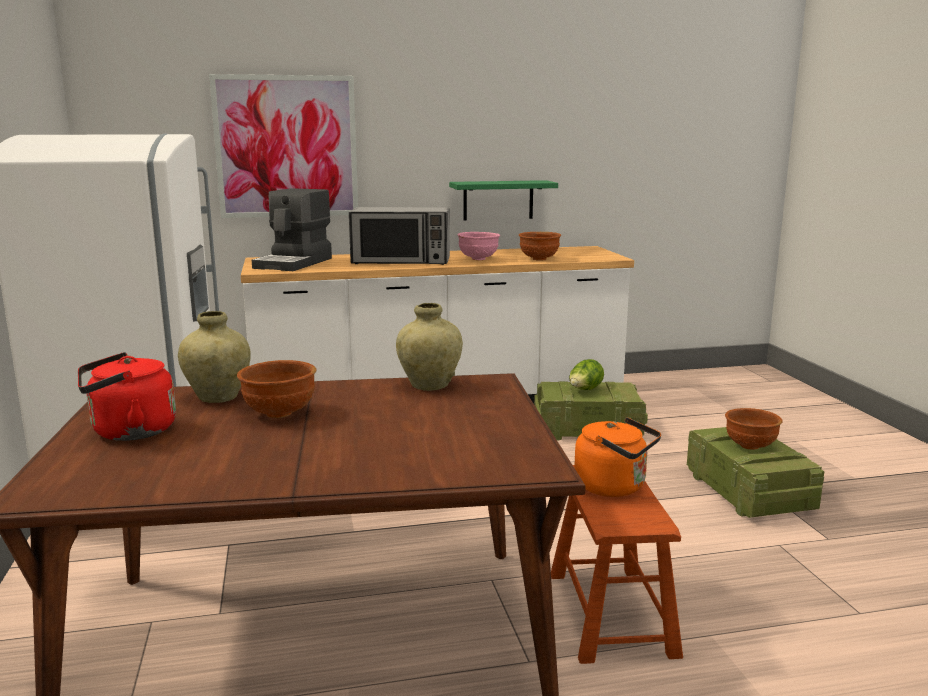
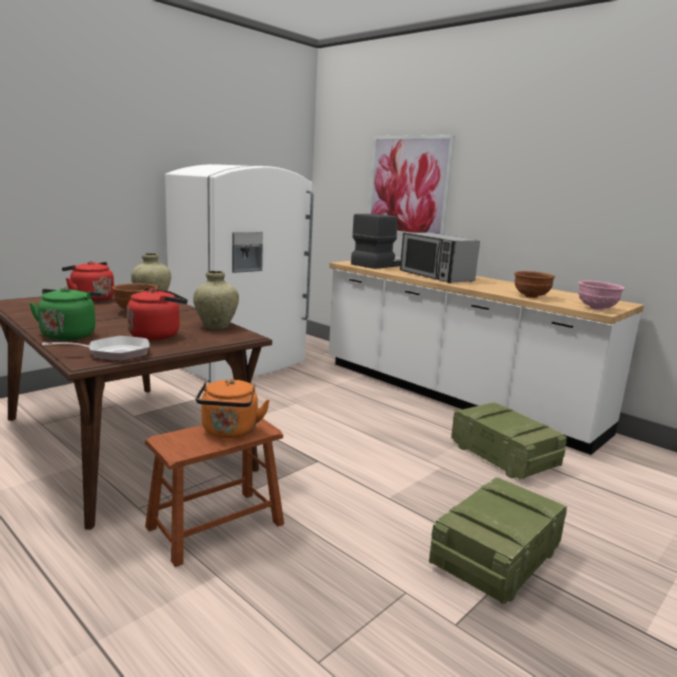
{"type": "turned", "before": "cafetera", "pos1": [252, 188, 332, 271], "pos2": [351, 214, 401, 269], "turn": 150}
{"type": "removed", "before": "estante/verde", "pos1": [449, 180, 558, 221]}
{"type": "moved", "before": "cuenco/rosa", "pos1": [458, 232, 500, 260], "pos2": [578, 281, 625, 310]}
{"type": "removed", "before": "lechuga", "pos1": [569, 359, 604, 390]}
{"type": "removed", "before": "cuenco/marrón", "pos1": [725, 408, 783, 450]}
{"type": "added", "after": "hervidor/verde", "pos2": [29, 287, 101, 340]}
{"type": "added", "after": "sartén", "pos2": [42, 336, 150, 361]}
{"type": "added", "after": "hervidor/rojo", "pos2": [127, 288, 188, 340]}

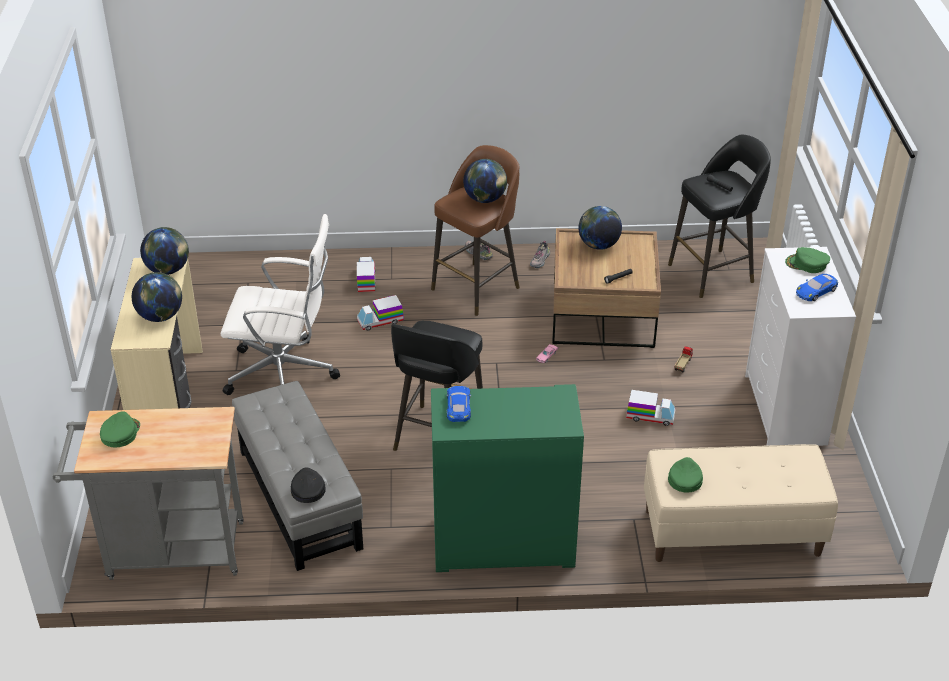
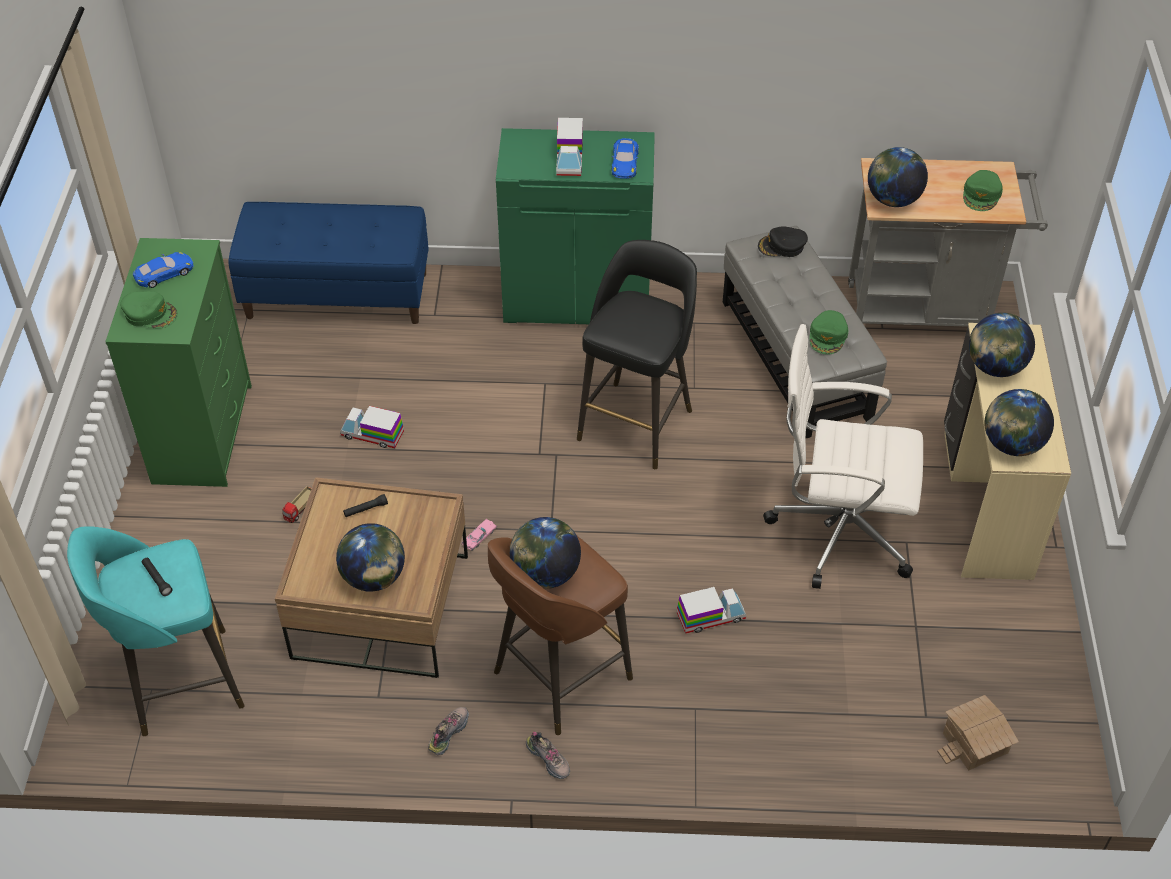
{"type": "turned", "before": "gorra/negro", "pos1": [291, 467, 326, 503], "pos2": [758, 226, 808, 257], "turn": 90}
{"type": "moved", "before": "camión de juguete", "pos1": [357, 257, 376, 292], "pos2": [556, 118, 583, 176]}
{"type": "recoloured", "before": "banco/beis", "after": "banco/azul", "pos1": [644, 444, 838, 562], "pos2": [229, 202, 429, 324]}
{"type": "recoloured", "before": "taburete/negro", "after": "taburete/turquesa", "pos1": [668, 135, 771, 298], "pos2": [67, 527, 244, 736]}
{"type": "moved", "before": "gorra/verde", "pos1": [668, 457, 703, 493], "pos2": [809, 310, 849, 355]}
{"type": "recoloured", "before": "cómoda/blanco", "after": "cómoda/verde", "pos1": [745, 247, 856, 446], "pos2": [105, 238, 252, 487]}
{"type": "added", "after": "globo terráqueo", "pos2": [868, 147, 928, 207]}
{"type": "added", "after": "casita", "pos2": [937, 695, 1019, 770]}

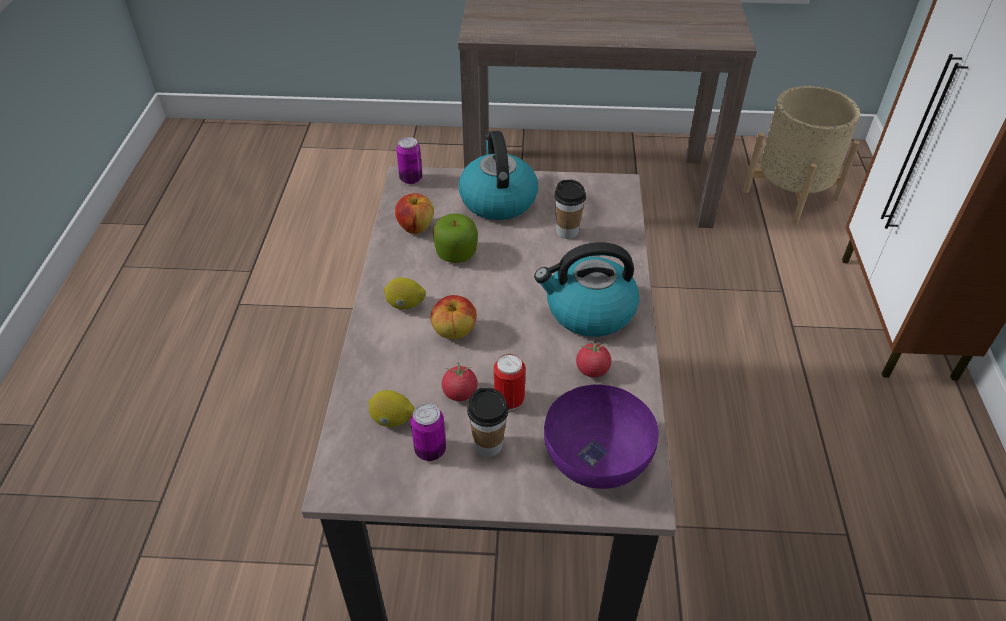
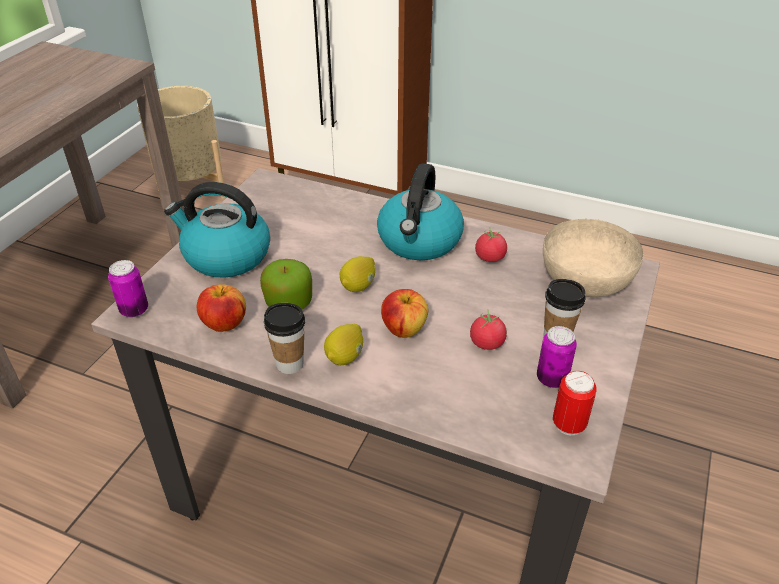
{"type": "moved", "before": "limón", "pos1": [369, 390, 415, 427], "pos2": [339, 256, 375, 292]}
{"type": "moved", "before": "lata", "pos1": [494, 354, 525, 410], "pos2": [553, 371, 597, 436]}
{"type": "recoloured", "before": "cuenco/morado", "after": "cuenco/beis", "pos1": [544, 384, 659, 489], "pos2": [543, 219, 643, 297]}
{"type": "moved", "before": "taza", "pos1": [554, 179, 586, 239], "pos2": [264, 303, 305, 374]}

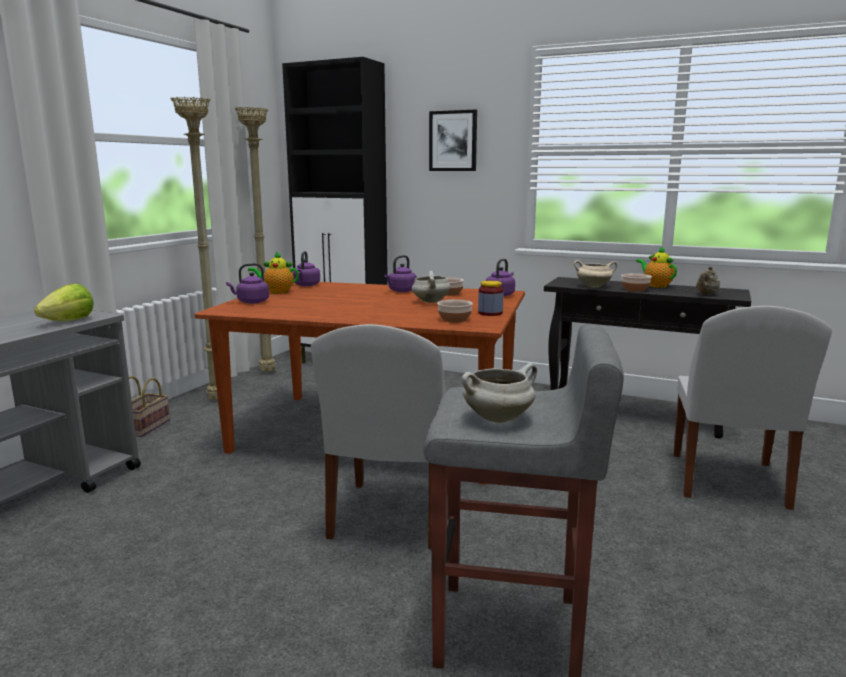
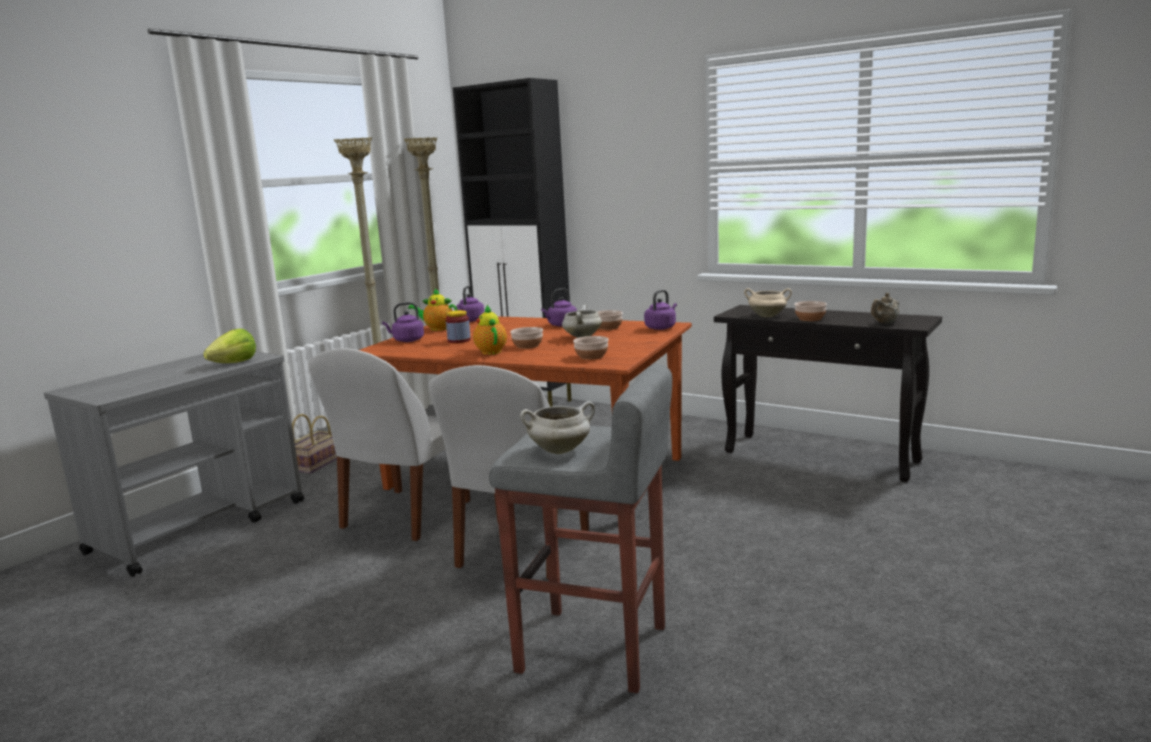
{"type": "removed", "before": "cuadro", "pos1": [429, 109, 477, 171]}
{"type": "moved", "before": "tarro", "pos1": [478, 281, 504, 316], "pos2": [446, 310, 471, 343]}
{"type": "moved", "before": "tetera", "pos1": [636, 246, 677, 288], "pos2": [473, 305, 507, 355]}
{"type": "moved", "before": "silla/blanco", "pos1": [673, 306, 832, 510], "pos2": [308, 348, 470, 541]}
{"type": "added", "after": "cuenco", "pos2": [510, 327, 543, 349]}

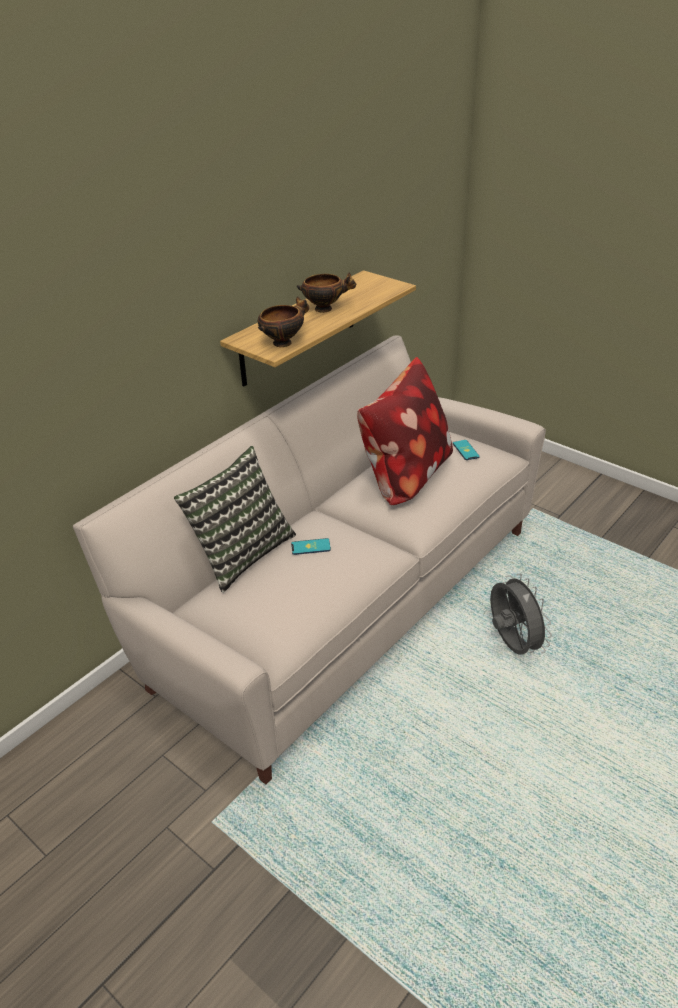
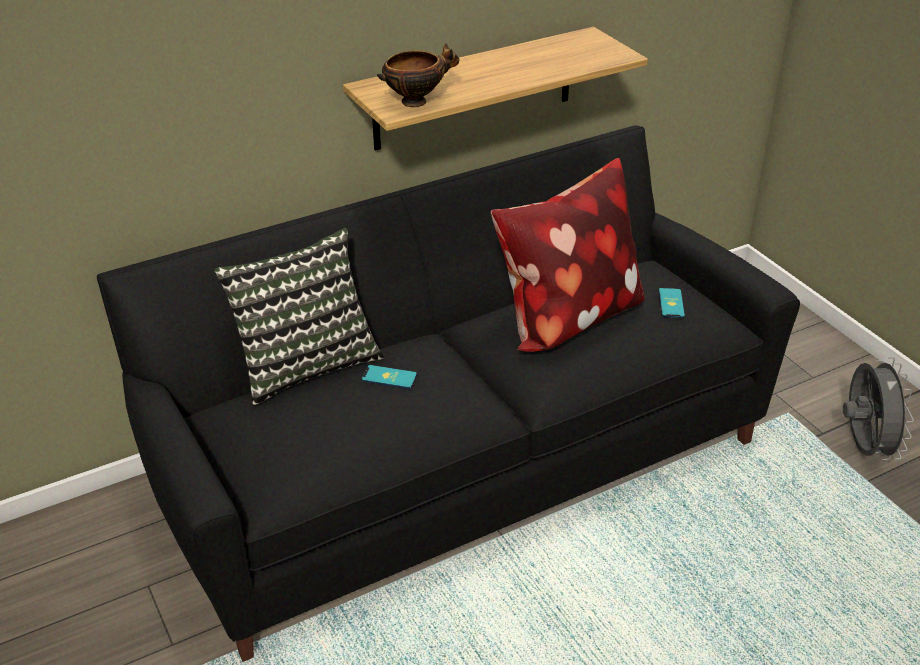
{"type": "recoloured", "before": "sofá/beis", "after": "sofá/negro", "pos1": [73, 336, 546, 784], "pos2": [97, 125, 800, 662]}
{"type": "removed", "before": "cuenco", "pos1": [297, 272, 357, 313]}
{"type": "moved", "before": "ventilador/gris", "pos1": [490, 573, 552, 655], "pos2": [843, 357, 914, 460]}

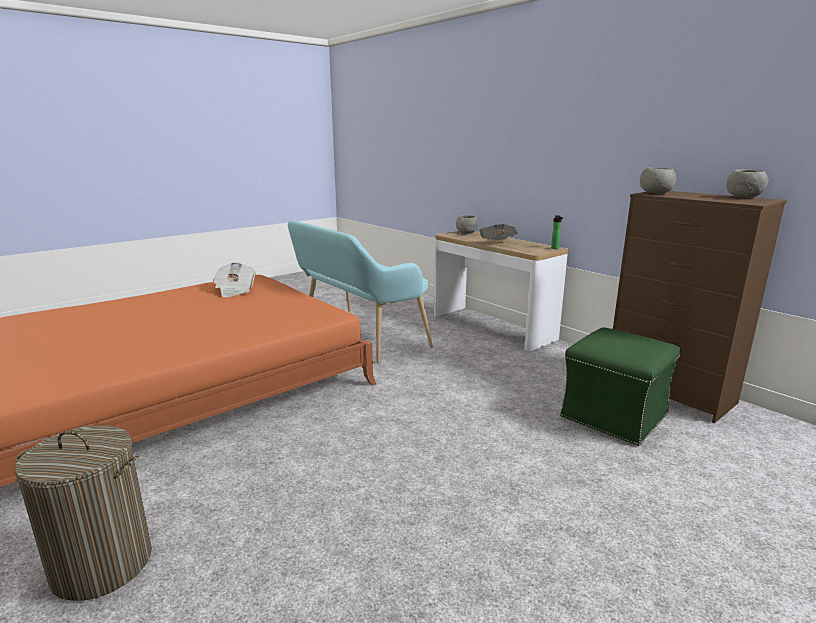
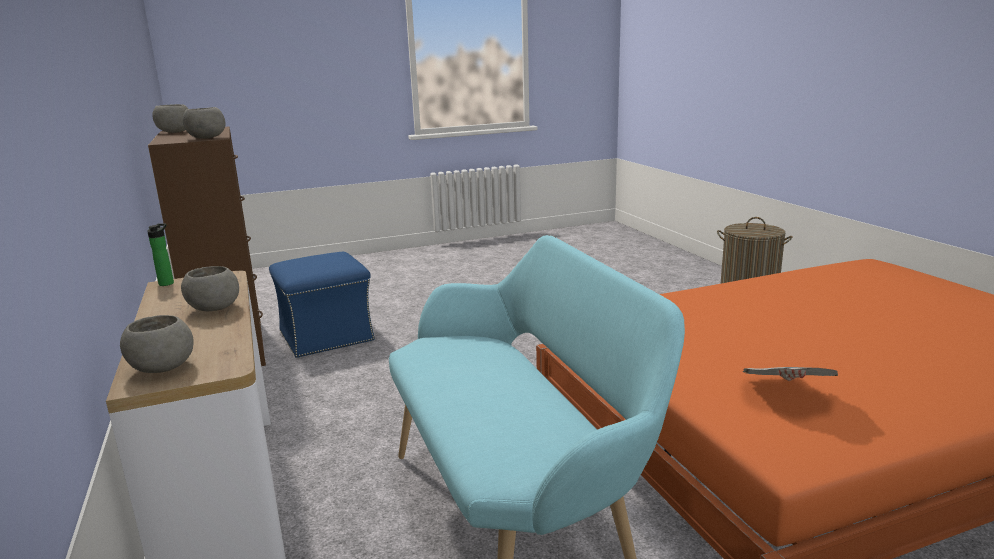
{"type": "replaced", "before": "periódico", "after": "cuenco/gris", "pos1": [479, 224, 518, 240], "pos2": [181, 266, 239, 311]}
{"type": "recoloured", "before": "puf/verde", "after": "puf/azul", "pos1": [560, 327, 681, 446], "pos2": [269, 252, 375, 358]}

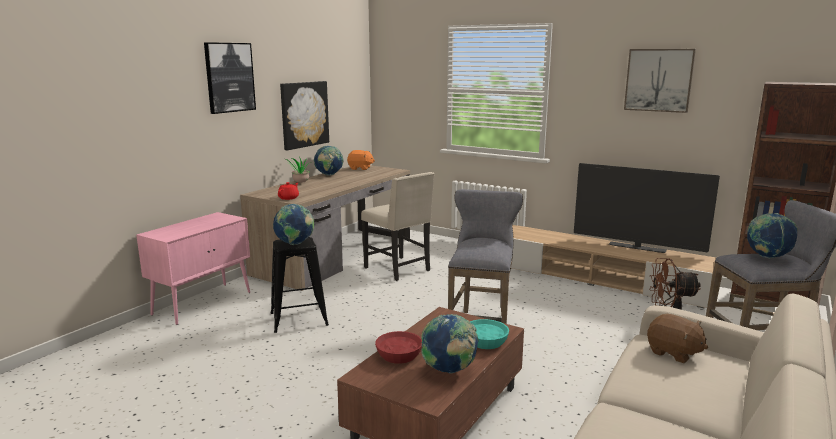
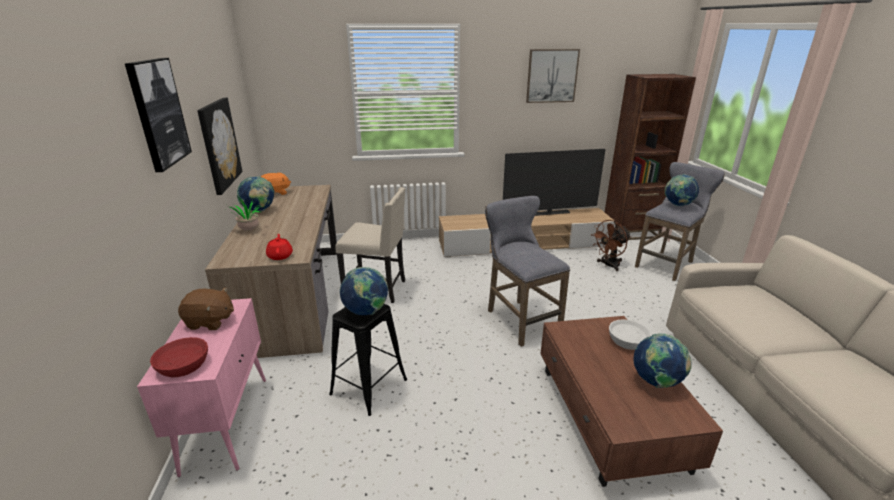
{"type": "moved", "before": "cuenco/rojo", "pos1": [375, 331, 422, 364], "pos2": [150, 337, 208, 377]}
{"type": "recoloured", "before": "cuenco/turquesa", "after": "cuenco/blanco", "pos1": [470, 319, 509, 349], "pos2": [609, 319, 652, 350]}
{"type": "moved", "before": "peluche/marrón", "pos1": [647, 314, 708, 363], "pos2": [178, 287, 234, 330]}

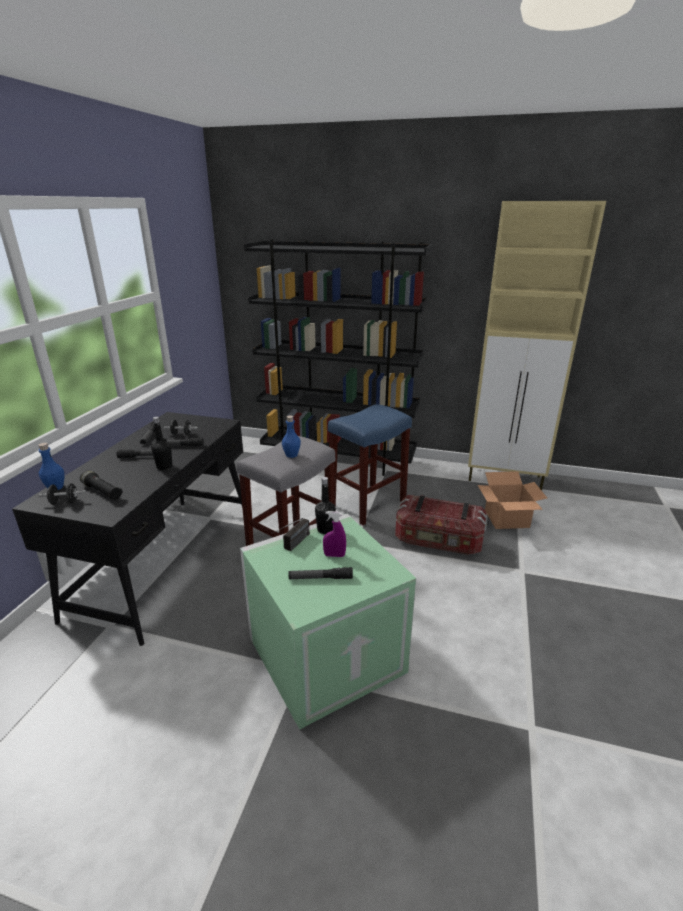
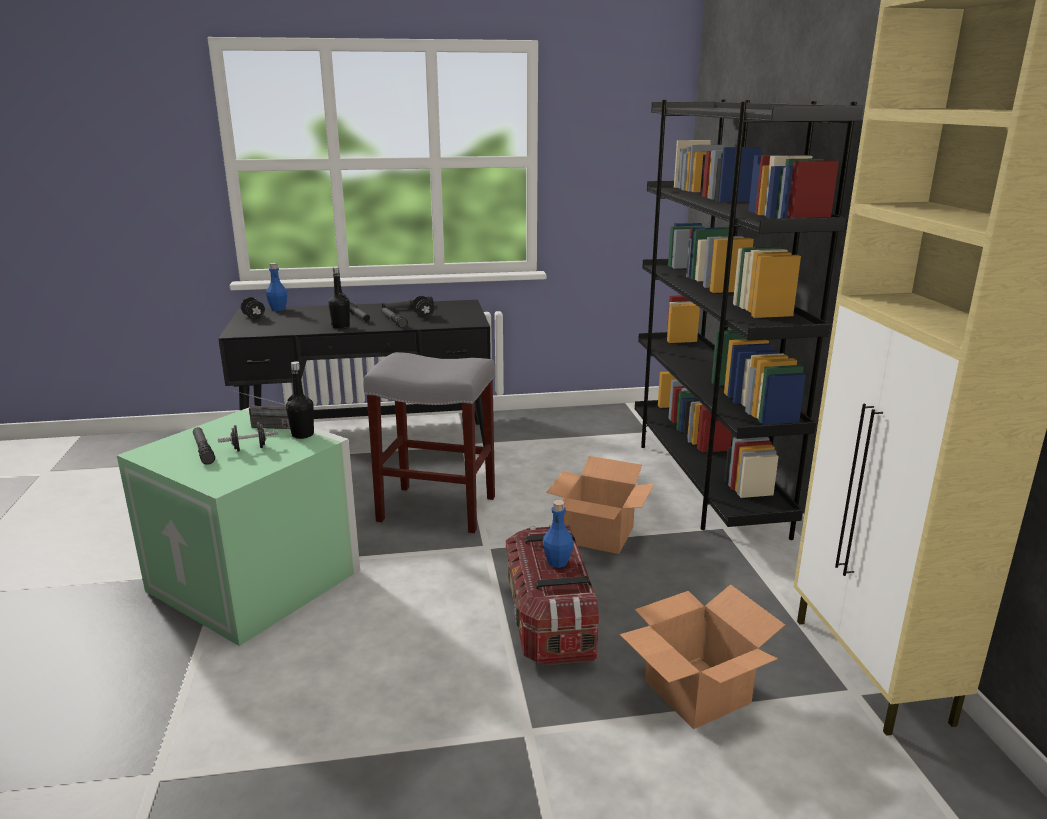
{"type": "removed", "before": "linterna/negro", "pos1": [80, 470, 123, 500]}
{"type": "moved", "before": "botella/azul", "pos1": [282, 415, 301, 458], "pos2": [543, 500, 573, 568]}
{"type": "replaced", "before": "pulverizador/morado", "after": "mancuerna/negro", "pos1": [323, 511, 346, 557], "pos2": [218, 422, 278, 451]}
{"type": "replaced", "before": "taburete/azul", "after": "caja de cartón", "pos1": [328, 404, 412, 525], "pos2": [546, 456, 654, 554]}

